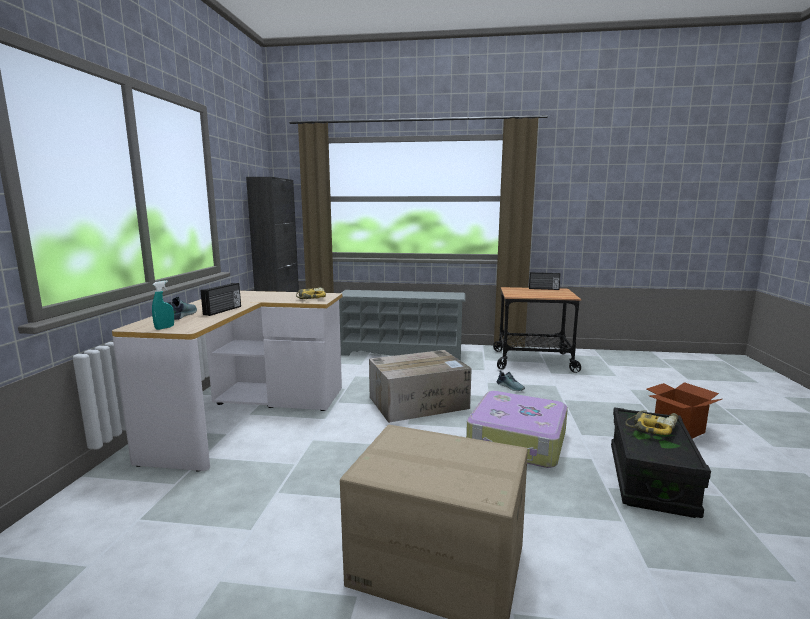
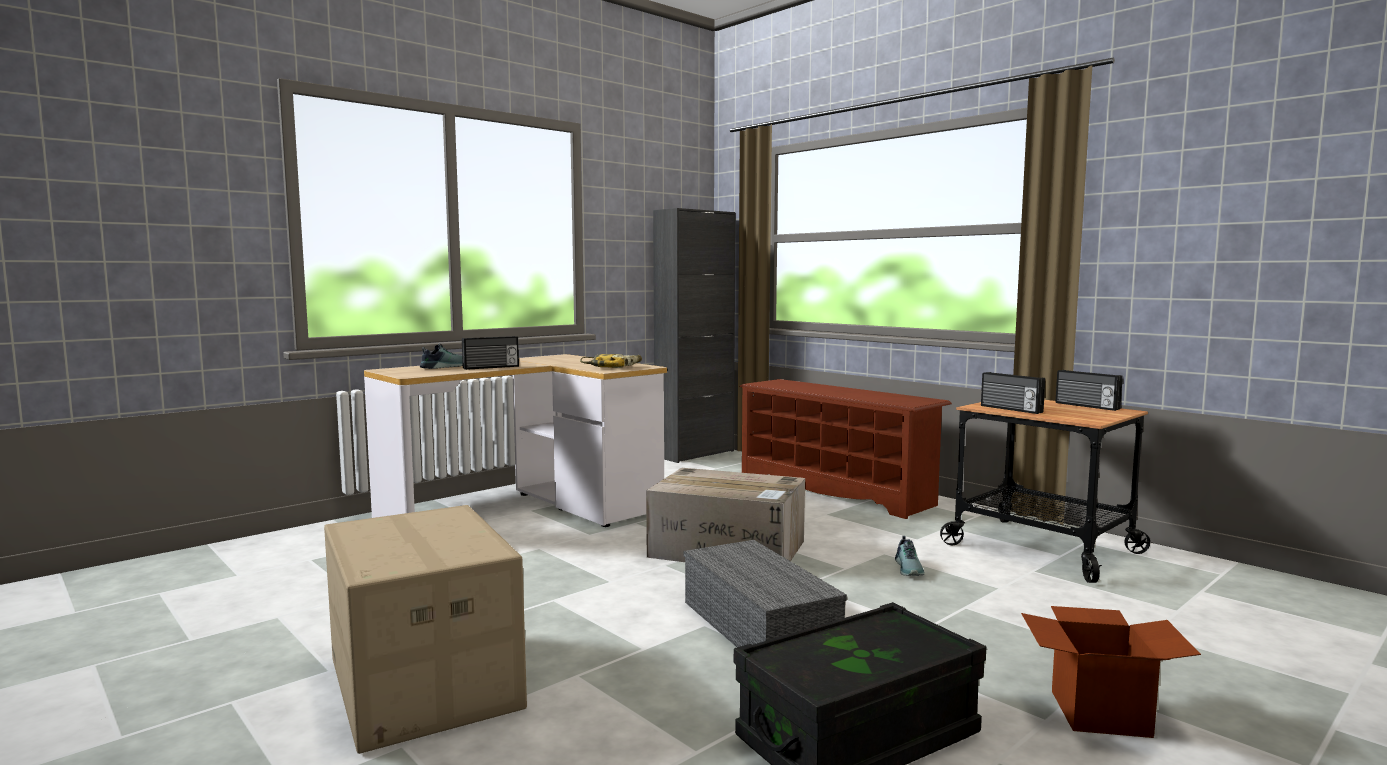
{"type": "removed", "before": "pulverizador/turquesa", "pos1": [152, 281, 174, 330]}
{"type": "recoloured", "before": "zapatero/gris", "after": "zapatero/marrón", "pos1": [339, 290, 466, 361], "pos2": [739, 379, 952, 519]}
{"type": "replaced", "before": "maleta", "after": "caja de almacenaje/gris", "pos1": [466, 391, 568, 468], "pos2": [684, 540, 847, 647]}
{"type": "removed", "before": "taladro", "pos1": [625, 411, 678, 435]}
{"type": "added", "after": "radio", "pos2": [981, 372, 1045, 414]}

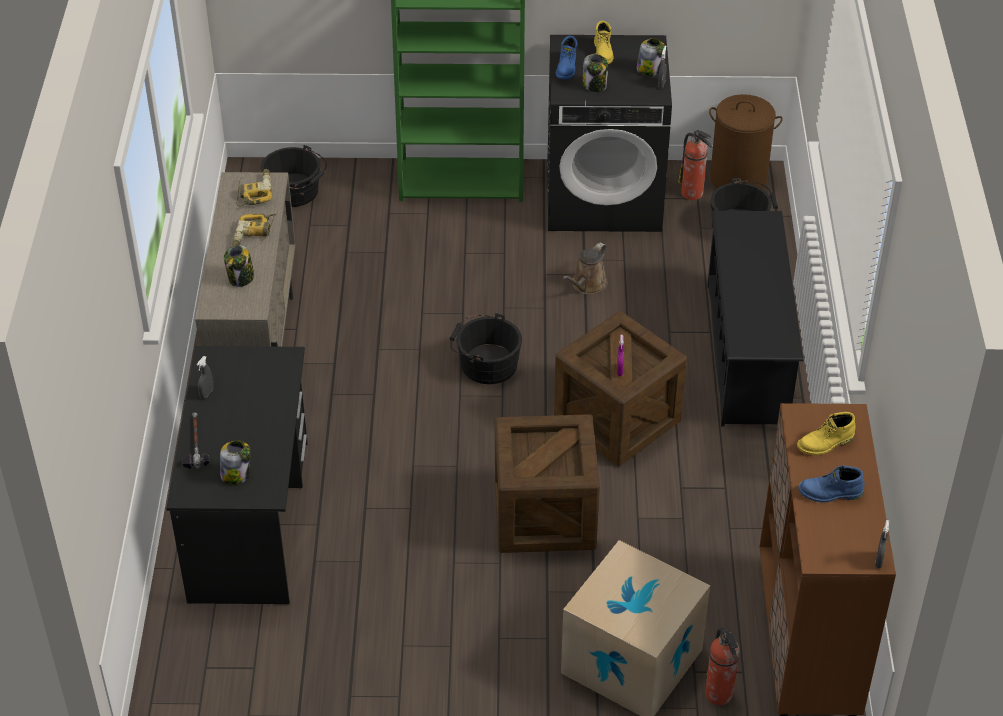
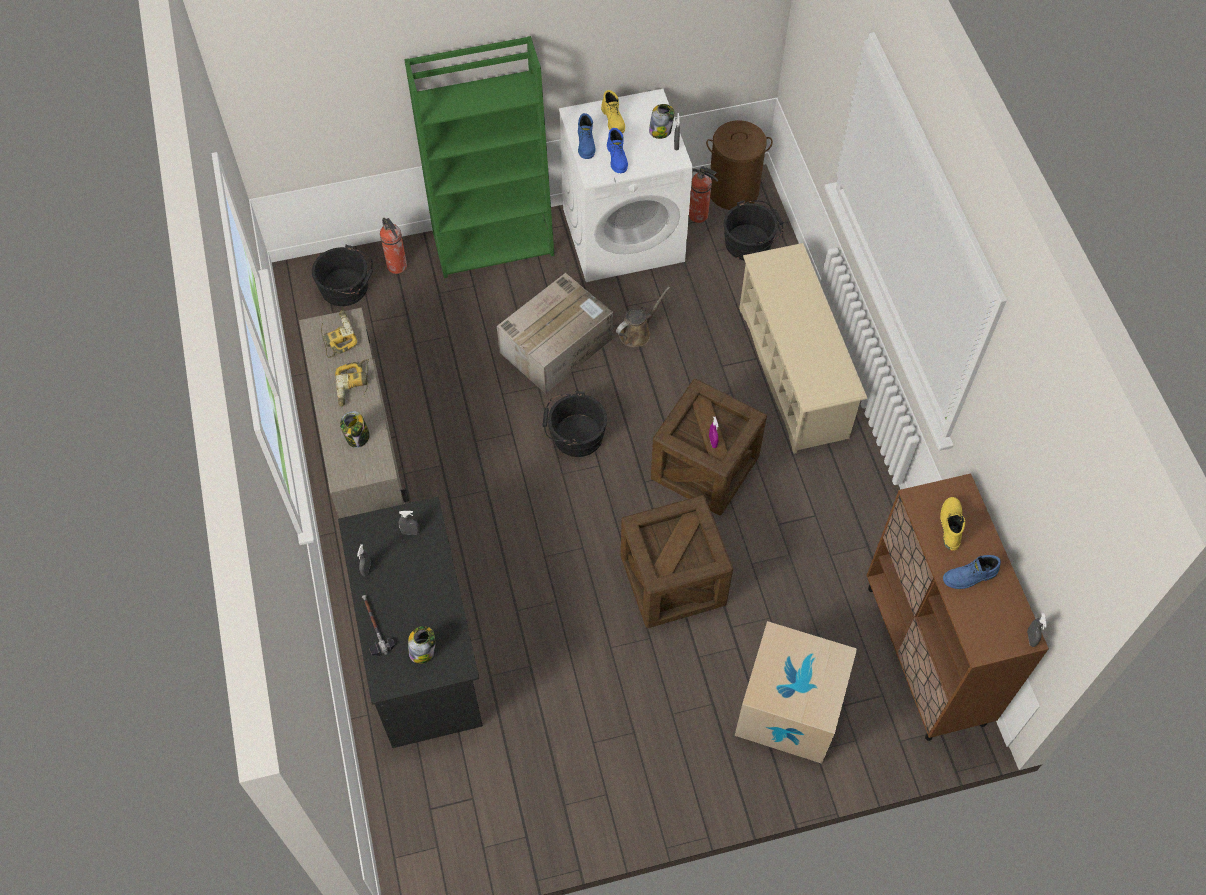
{"type": "recoloured", "before": "lavadora/negro", "after": "lavadora/blanco", "pos1": [547, 35, 672, 232], "pos2": [559, 89, 693, 282]}
{"type": "turned", "before": "regadera/marrón", "pos1": [563, 243, 608, 295], "pos2": [616, 287, 670, 347], "turn": -150}
{"type": "replaced", "before": "tarro", "after": "bota/azul", "pos1": [583, 54, 608, 92], "pos2": [607, 128, 628, 173]}
{"type": "moved", "before": "extintor", "pos1": [705, 627, 740, 705], "pos2": [380, 218, 407, 274]}
{"type": "recoloured", "before": "zapatero/negro", "after": "zapatero/beis", "pos1": [707, 211, 804, 426], "pos2": [739, 243, 868, 454]}
{"type": "turned", "before": "bota/amarillo", "pos1": [797, 412, 855, 455], "pos2": [940, 497, 965, 551], "turn": 135}
{"type": "added", "after": "pulverizador/gris", "pos2": [398, 511, 420, 534]}
{"type": "added", "after": "caja de cartón", "pos2": [497, 273, 613, 393]}

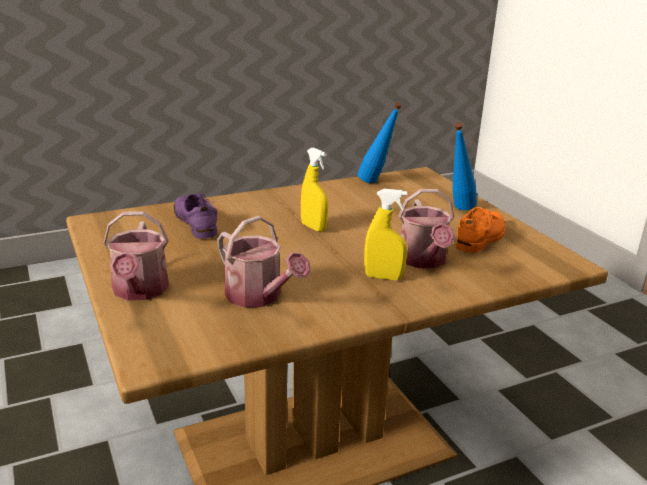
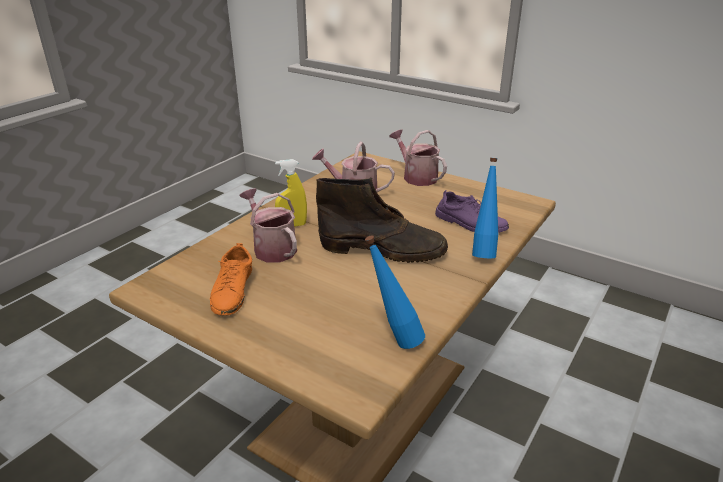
{"type": "replaced", "before": "pulverizador/amarillo", "after": "bota/marrón", "pos1": [301, 148, 328, 232], "pos2": [316, 178, 448, 263]}
{"type": "moved", "before": "botella/azul", "pos1": [452, 123, 477, 210], "pos2": [472, 158, 498, 258]}

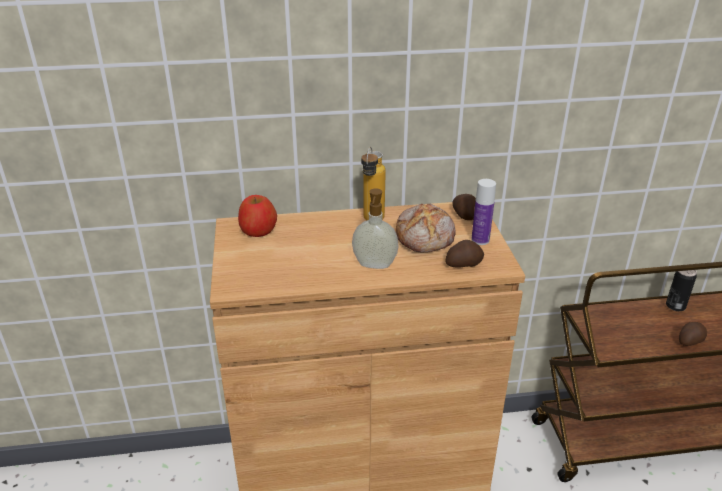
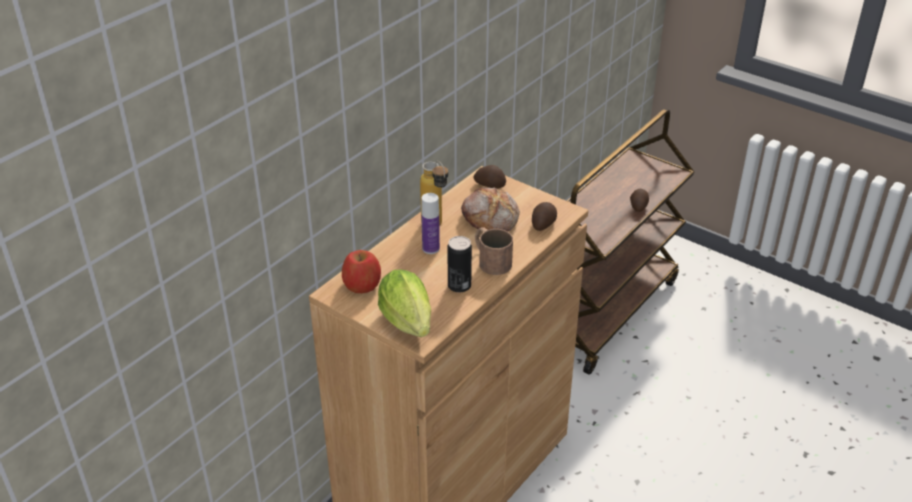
{"type": "replaced", "before": "dispensador de jabón", "after": "taza grande/marrón", "pos1": [352, 189, 399, 269], "pos2": [475, 227, 513, 275]}
{"type": "moved", "before": "botella", "pos1": [471, 179, 496, 245], "pos2": [421, 193, 440, 254]}
{"type": "moved", "before": "lata", "pos1": [666, 270, 697, 311], "pos2": [448, 236, 472, 292]}
{"type": "added", "after": "lechuga", "pos2": [378, 269, 431, 337]}

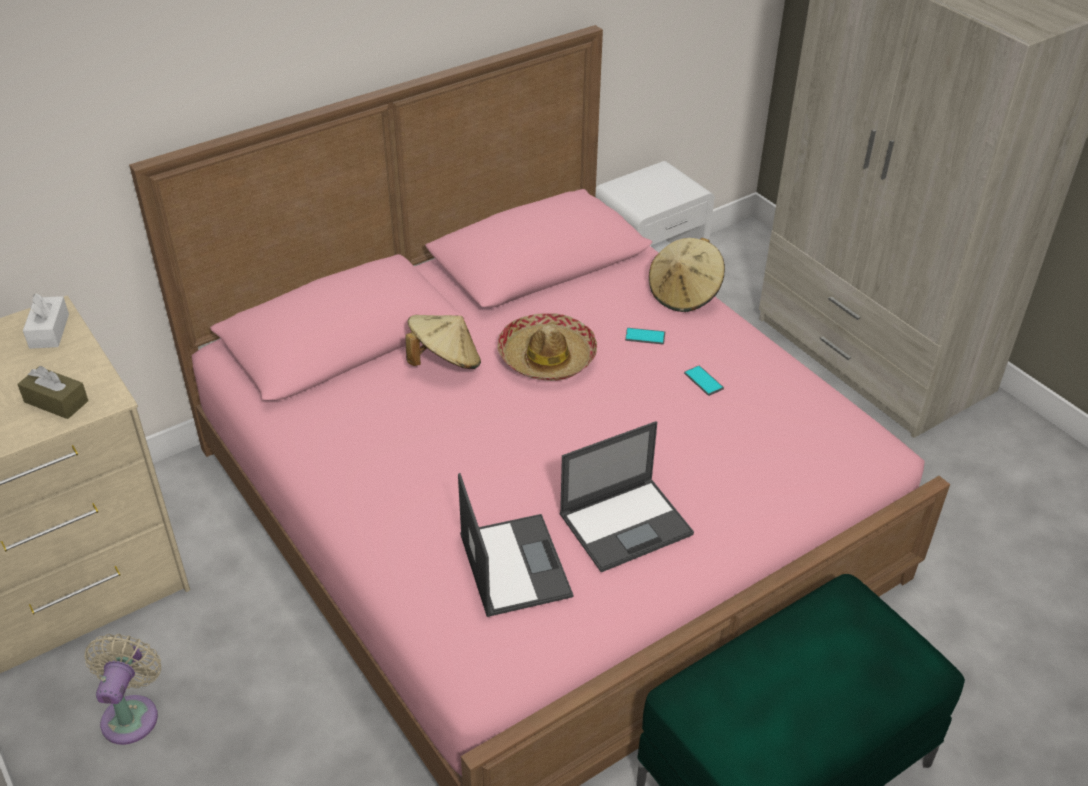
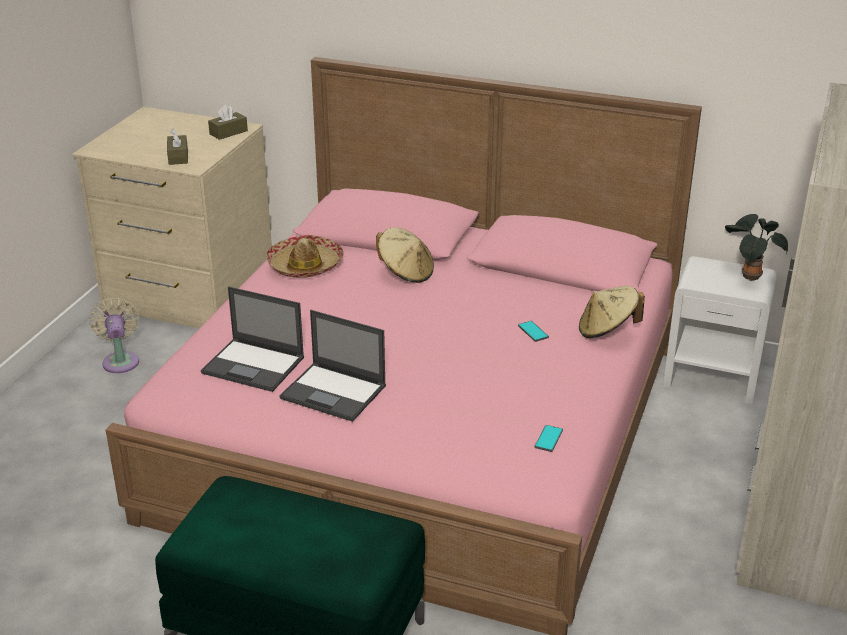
{"type": "recoloured", "before": "caja de pañuelos/blanco", "after": "caja de pañuelos/marrón", "pos1": [23, 294, 69, 349], "pos2": [208, 105, 248, 140]}
{"type": "turned", "before": "ventilador/beis", "pos1": [84, 634, 161, 745], "pos2": [89, 298, 139, 373], "turn": -75}
{"type": "turned", "before": "portátil", "pos1": [458, 473, 573, 617], "pos2": [201, 287, 304, 392], "turn": 75}
{"type": "moved", "before": "sombrero", "pos1": [498, 313, 597, 381], "pos2": [266, 235, 344, 278]}
{"type": "moved", "before": "móvil", "pos1": [684, 366, 724, 396], "pos2": [534, 425, 563, 452]}
{"type": "added", "after": "planta en maceta", "pos2": [725, 214, 788, 281]}

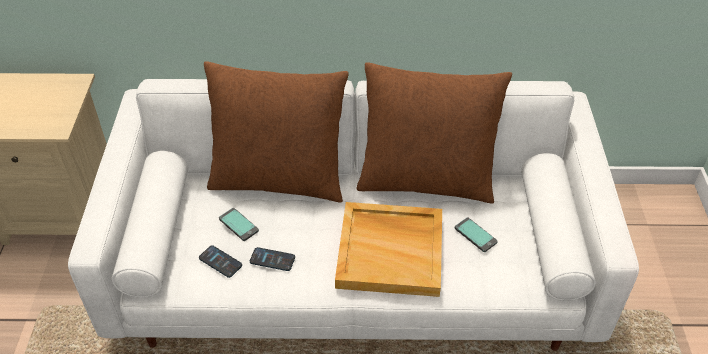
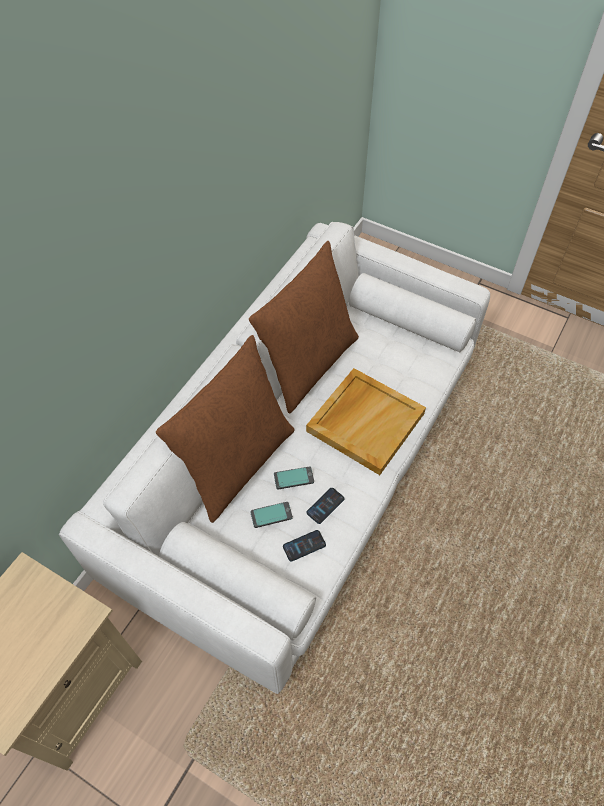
{"type": "moved", "before": "móvil", "pos1": [455, 217, 498, 252], "pos2": [274, 466, 314, 489]}

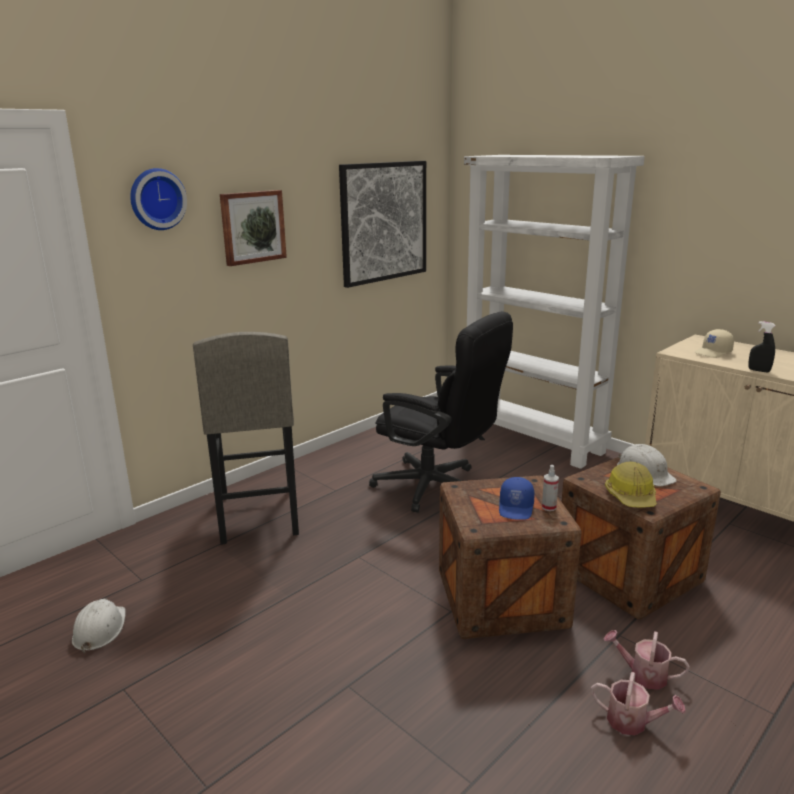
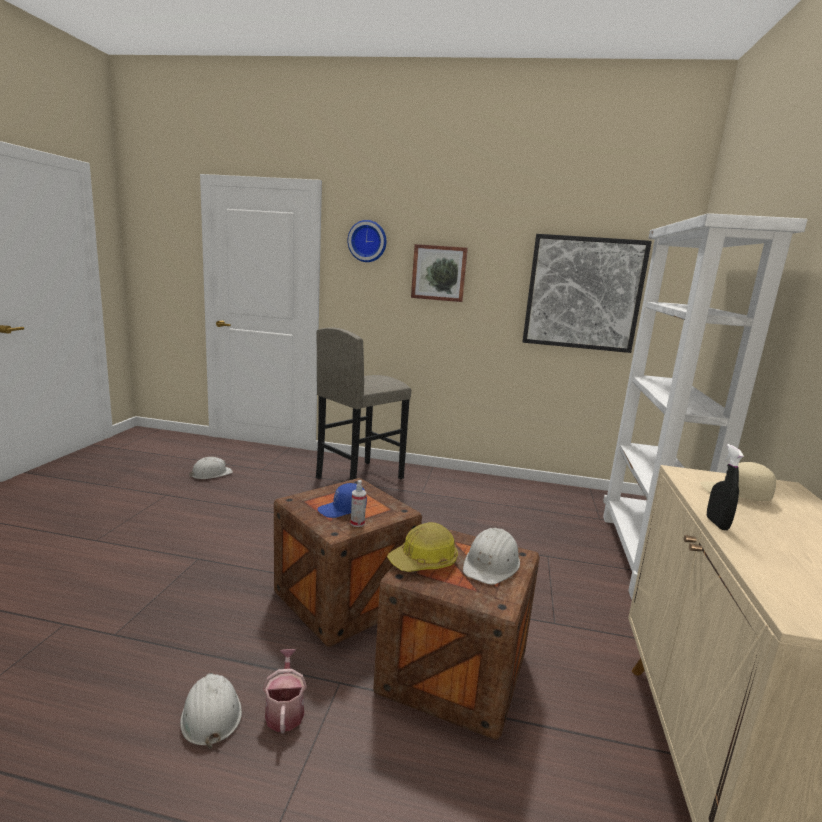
{"type": "removed", "before": "silla de oficina/negro", "pos1": [369, 312, 513, 513]}
{"type": "replaced", "before": "regadera", "after": "casco/blanco", "pos1": [591, 672, 686, 735], "pos2": [180, 673, 242, 749]}

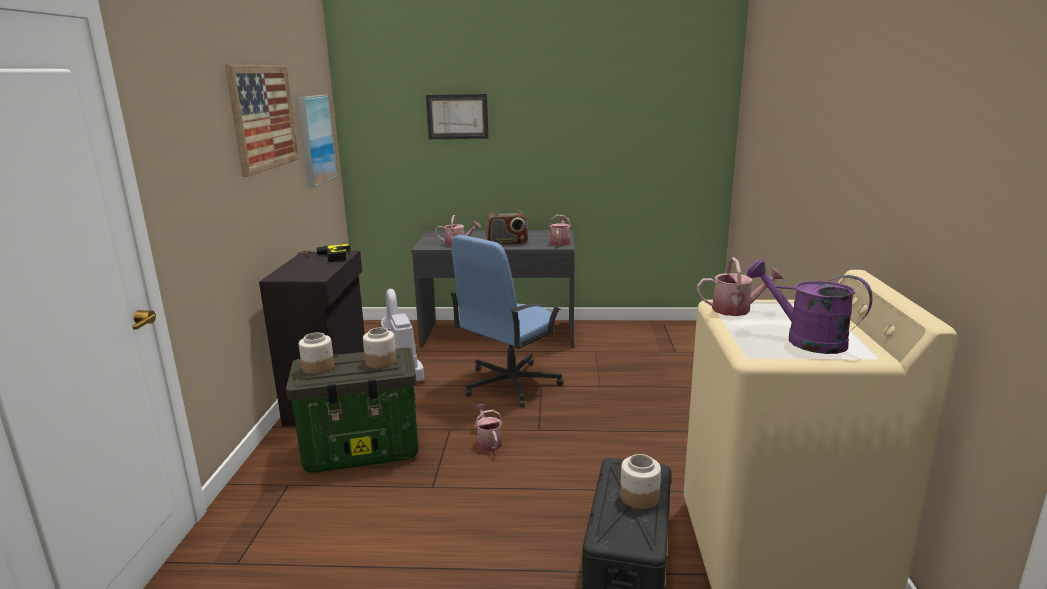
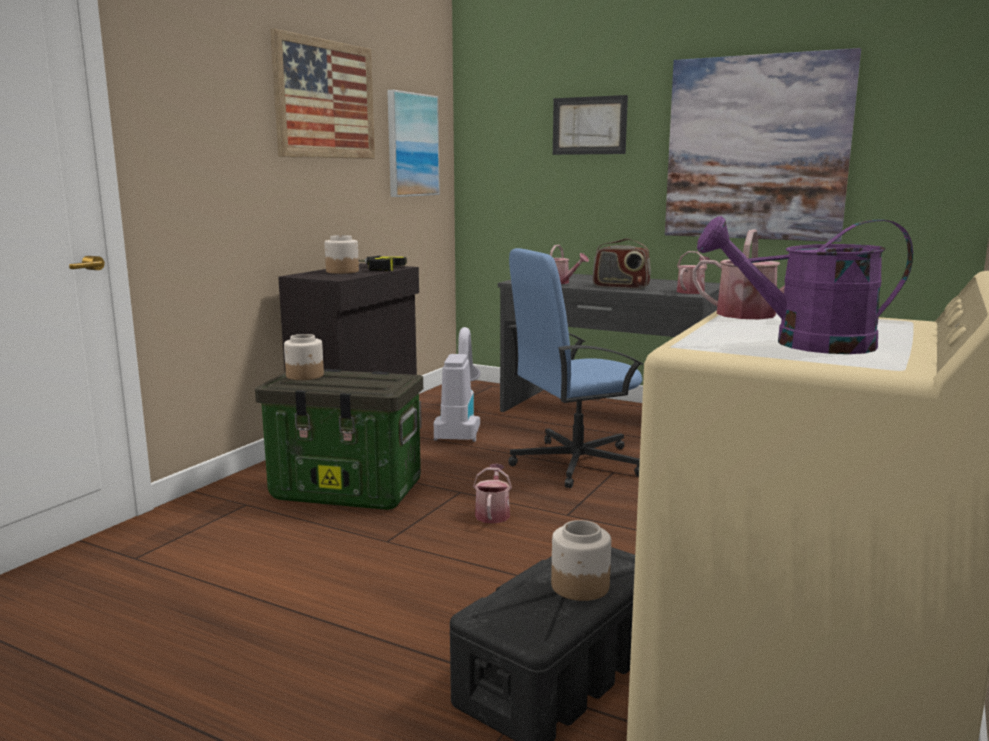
{"type": "moved", "before": "tarro", "pos1": [363, 328, 396, 368], "pos2": [325, 235, 359, 274]}
{"type": "turned", "before": "regadera/morado", "pos1": [747, 259, 873, 354], "pos2": [697, 216, 913, 354], "turn": -60}
{"type": "added", "after": "cuadro", "pos2": [665, 48, 861, 242]}

